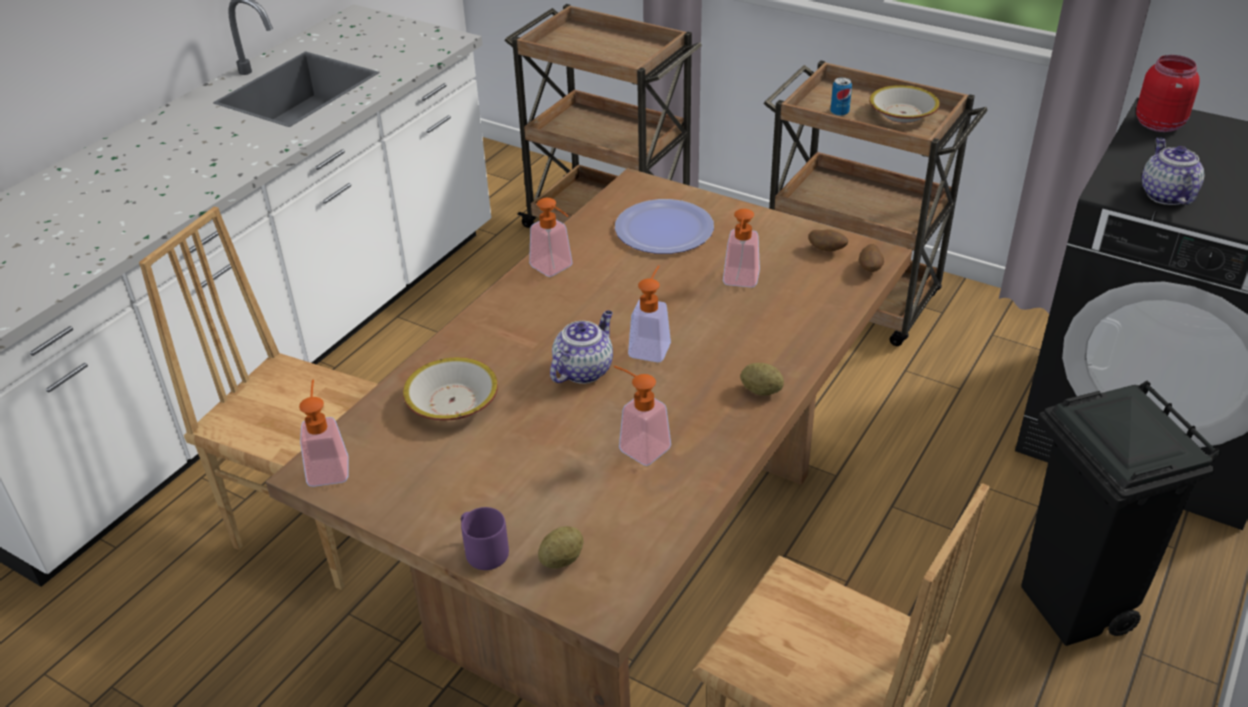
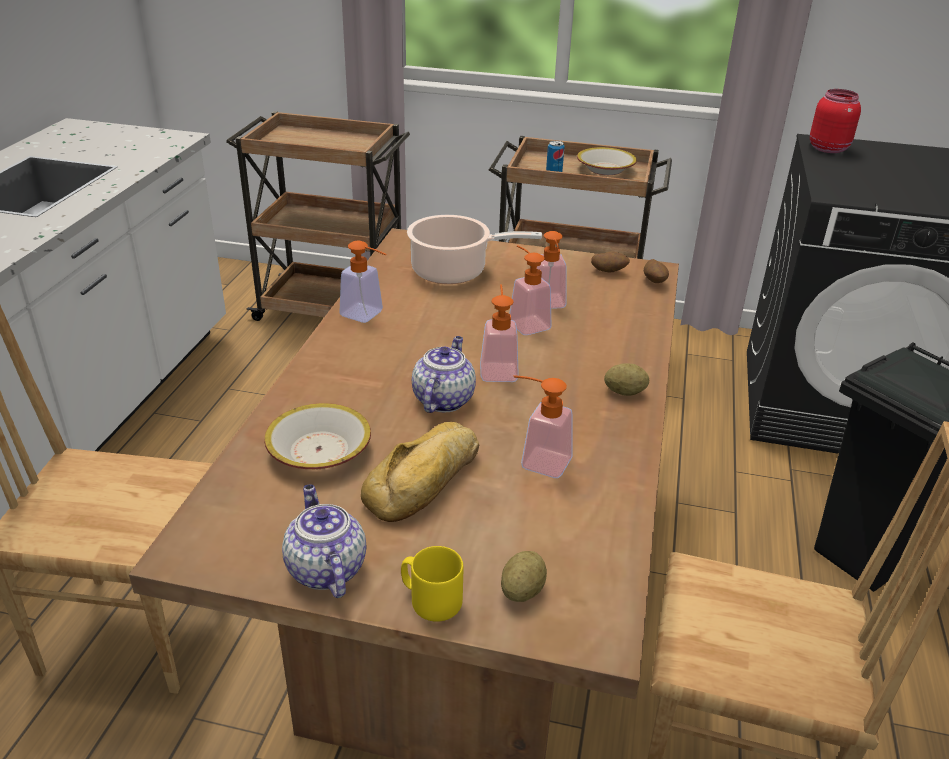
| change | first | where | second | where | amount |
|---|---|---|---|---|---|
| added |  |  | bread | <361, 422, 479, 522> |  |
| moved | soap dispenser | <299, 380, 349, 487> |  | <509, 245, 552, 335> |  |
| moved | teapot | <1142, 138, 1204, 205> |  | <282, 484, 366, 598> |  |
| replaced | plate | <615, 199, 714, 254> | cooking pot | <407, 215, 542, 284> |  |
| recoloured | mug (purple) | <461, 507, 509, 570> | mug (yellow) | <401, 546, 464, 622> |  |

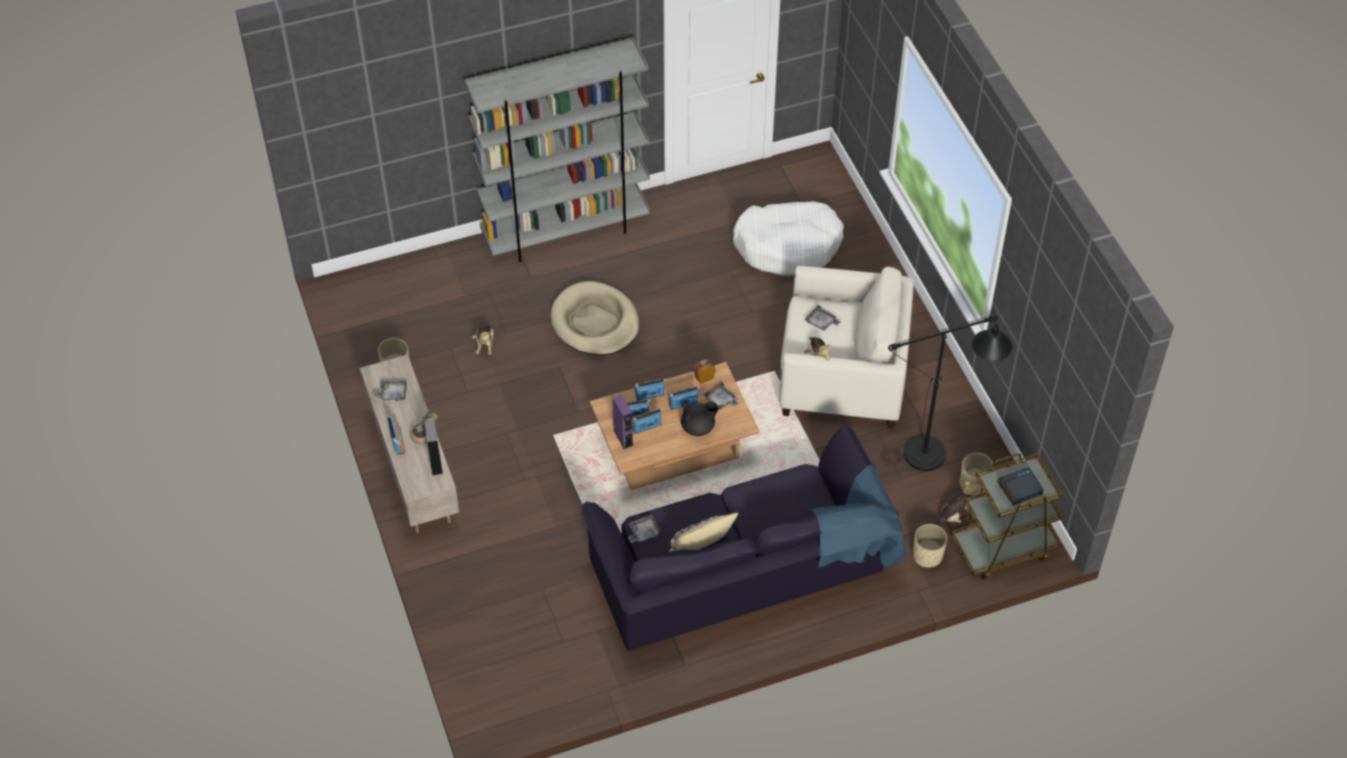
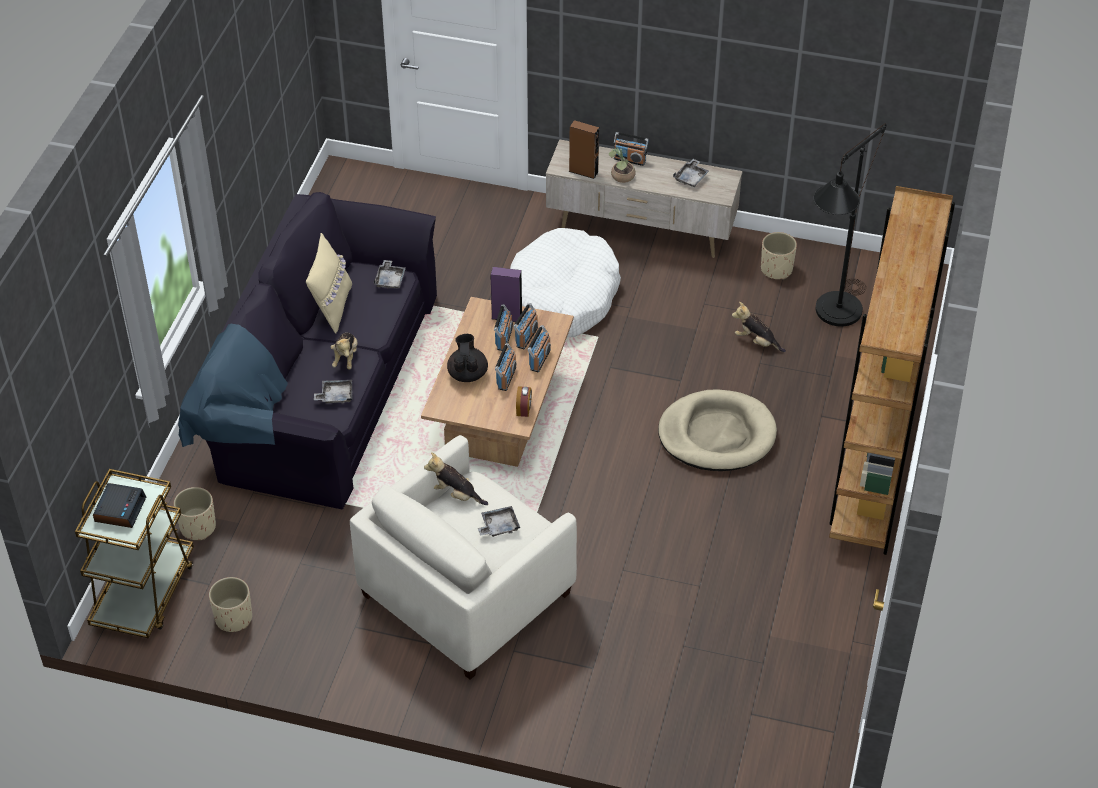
| change | first | where | second | where | amount |
|---|---|---|---|---|---|
| moved | tray (grey) | <703, 382, 740, 410> |  | <314, 380, 352, 404> |  |
| moved | dog bed (white) | <733, 201, 844, 275> |  | <510, 228, 621, 337> |  |
| moved | floor lamp (black) | <880, 315, 1013, 471> |  | <813, 123, 886, 326> |  |
| moved | plush toy | <935, 482, 978, 526> |  | <331, 332, 357, 369> |  |
| recoloured | speaker (grey) | <424, 420, 443, 475> | speaker (brown) | <569, 120, 599, 179> |  |
| recoloured | bookcase (grey) | <464, 37, 650, 262> | bookcase (brown) | <829, 186, 955, 555> |  |
| turned | teapot (black) | <681, 401, 719, 436> |  | <447, 334, 488, 382> | 150 degrees clockwise |

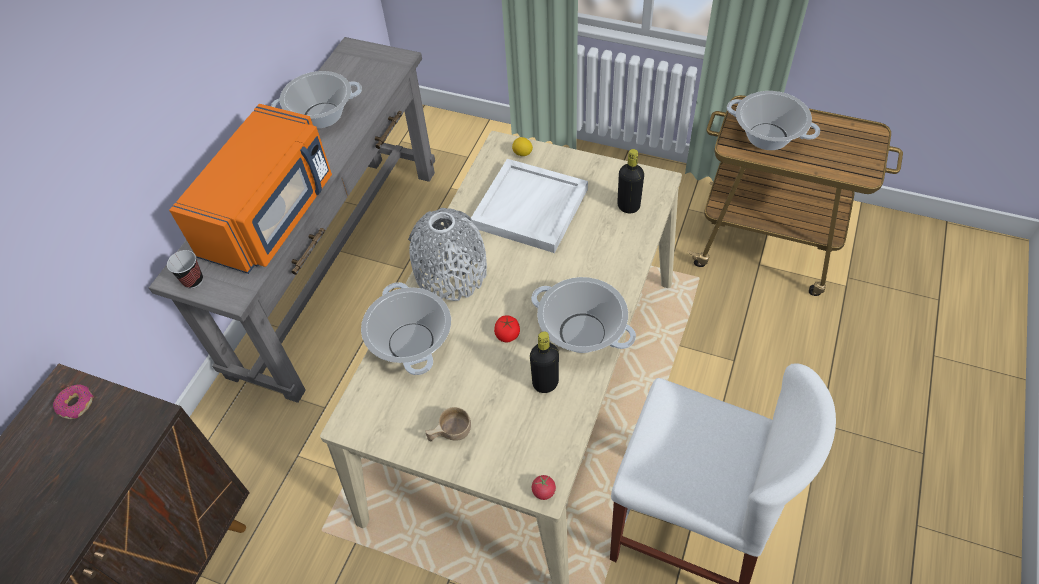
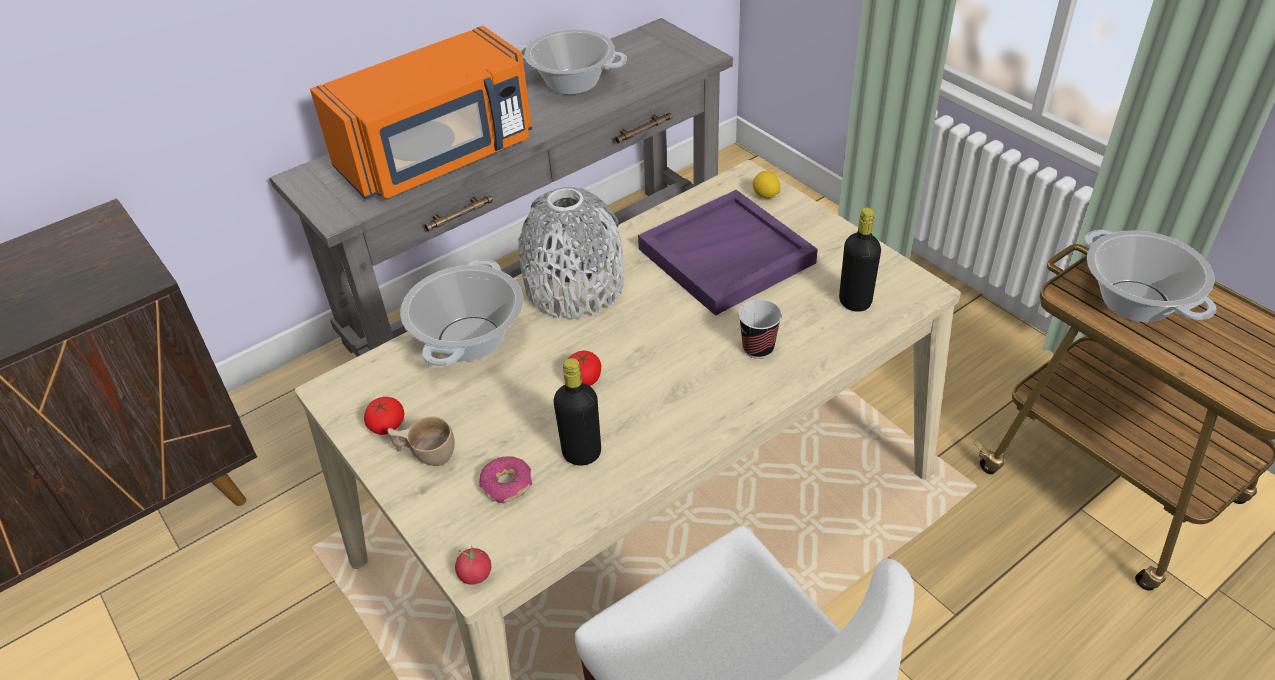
| change | first | where | second | where | amount |
|---|---|---|---|---|---|
| removed | cooking pot | <531, 277, 636, 353> |  |  |  |
| added |  |  | tomato | <364, 397, 404, 435> |  |
| moved | donut | <53, 384, 94, 419> |  | <479, 456, 532, 503> |  |
| moved | cup | <167, 250, 203, 288> |  | <738, 300, 782, 359> |  |
| recoloured | tray (white) | <471, 159, 588, 253> | tray (purple) | <638, 190, 818, 316> |  |

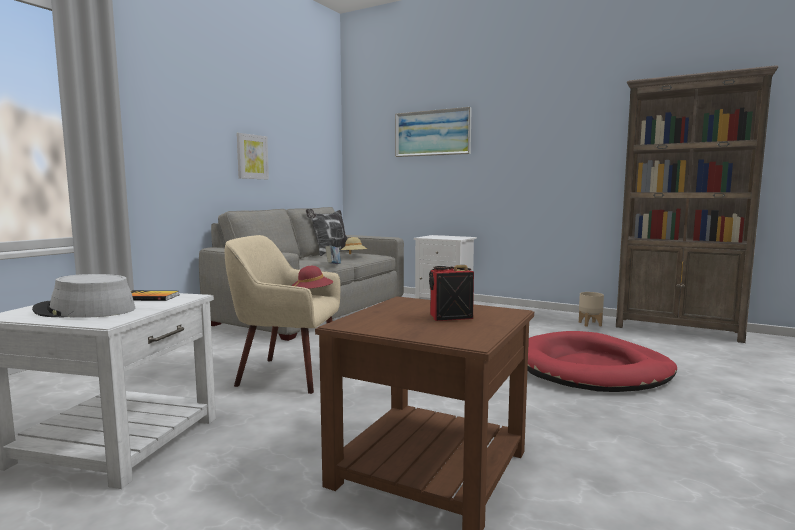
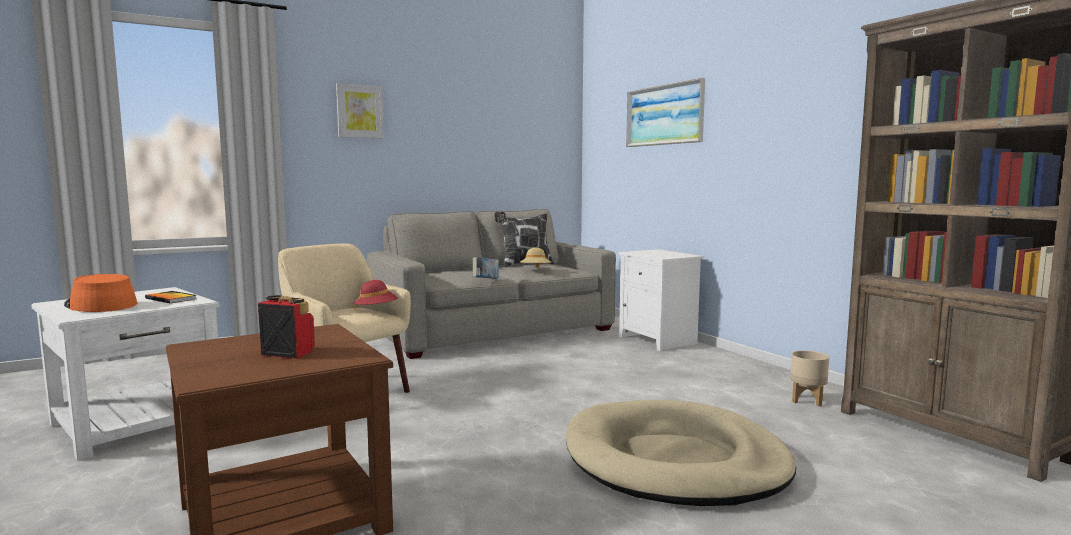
| change | first | where | second | where | amount |
|---|---|---|---|---|---|
| moved | picture | <237, 133, 269, 179> |  | <336, 83, 384, 138> |  |
| recoloured | hat (grey) | <32, 274, 135, 318> | hat (orange) | <64, 274, 137, 312> |  |
| recoloured | dog bed (red) | <527, 331, 677, 392> | dog bed (beige) | <566, 400, 796, 506> |  |

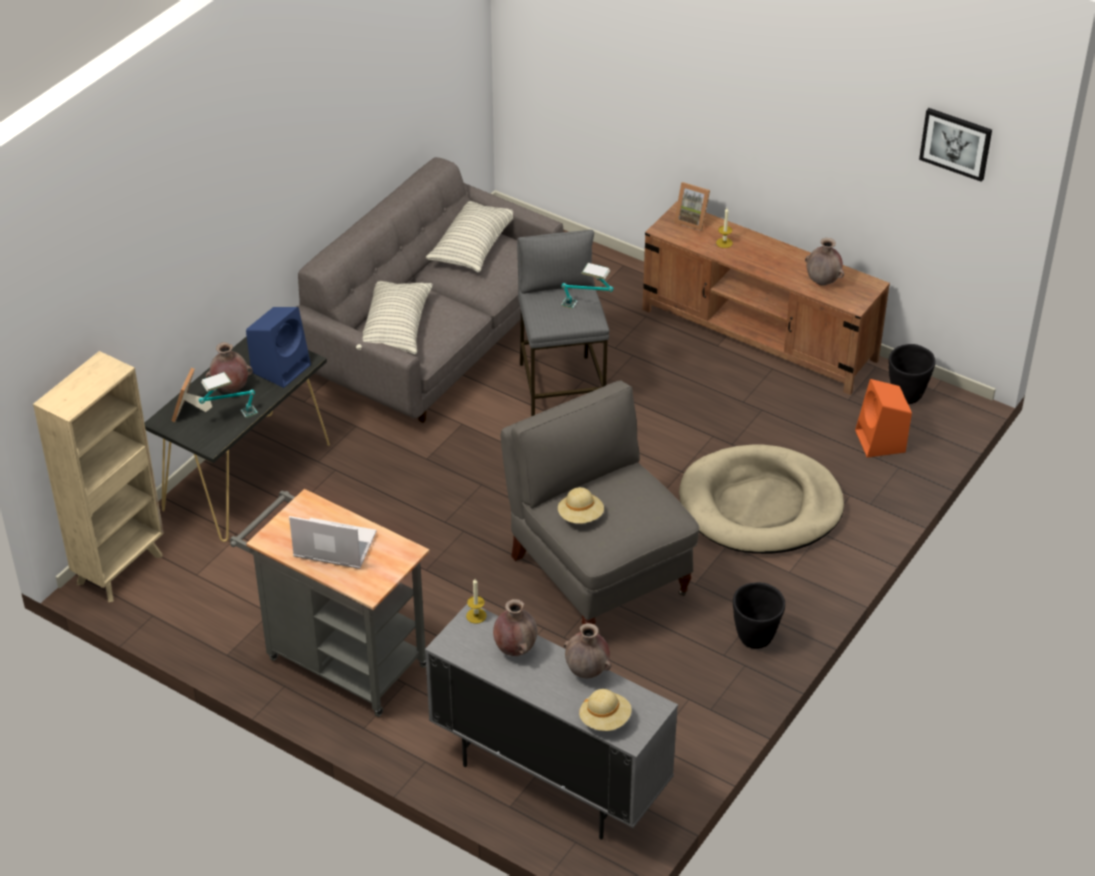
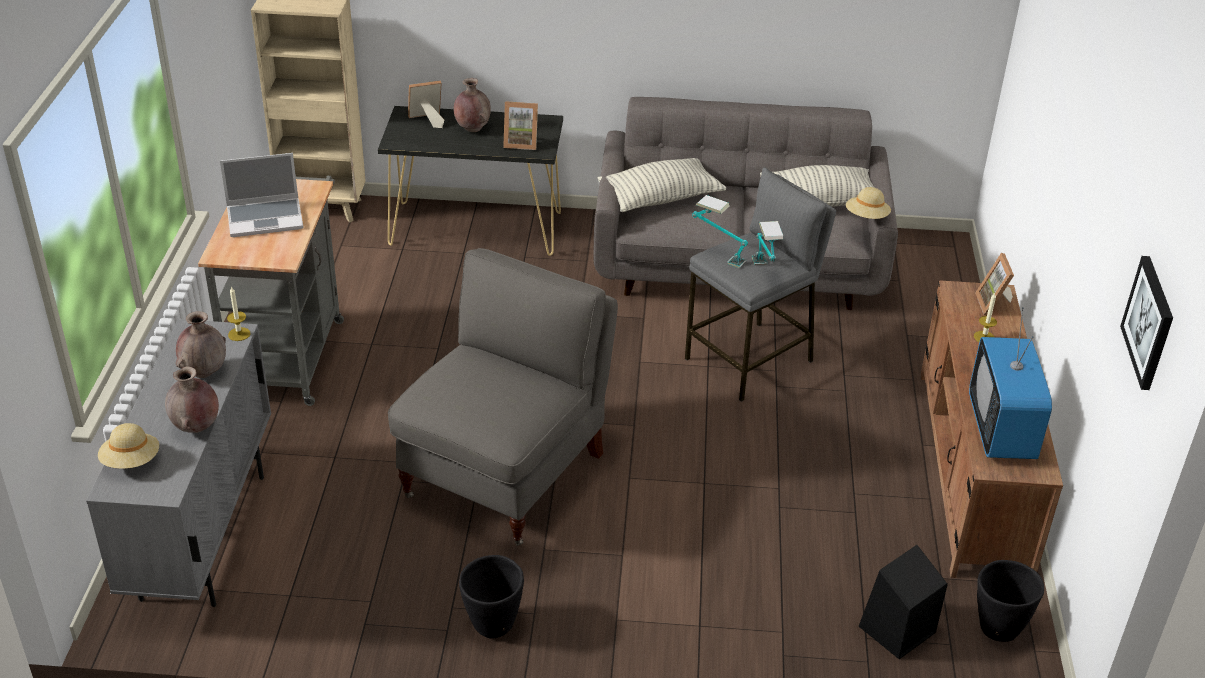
| change | first | where | second | where | amount |
|---|---|---|---|---|---|
| removed | dog bed (beige) | <679, 444, 844, 554> |  |  |  |
| moved | table lamp | <199, 372, 258, 418> |  | <692, 195, 748, 268> |  |
| moved | hat (beige) | <558, 487, 604, 523> |  | <846, 187, 891, 219> |  |
| replaced | speaker (blue) | <246, 307, 311, 388> | picture frame | <503, 101, 538, 150> |  |
| replaced | vase (brown) | <805, 238, 844, 286> | television | <969, 307, 1052, 459> |  |
| recoloured | speaker (orange) | <855, 379, 912, 458> | speaker (black) | <859, 545, 948, 659> |  |
| turned | laptop | <289, 516, 377, 569> |  | <220, 153, 304, 237> | 90 degrees clockwise |

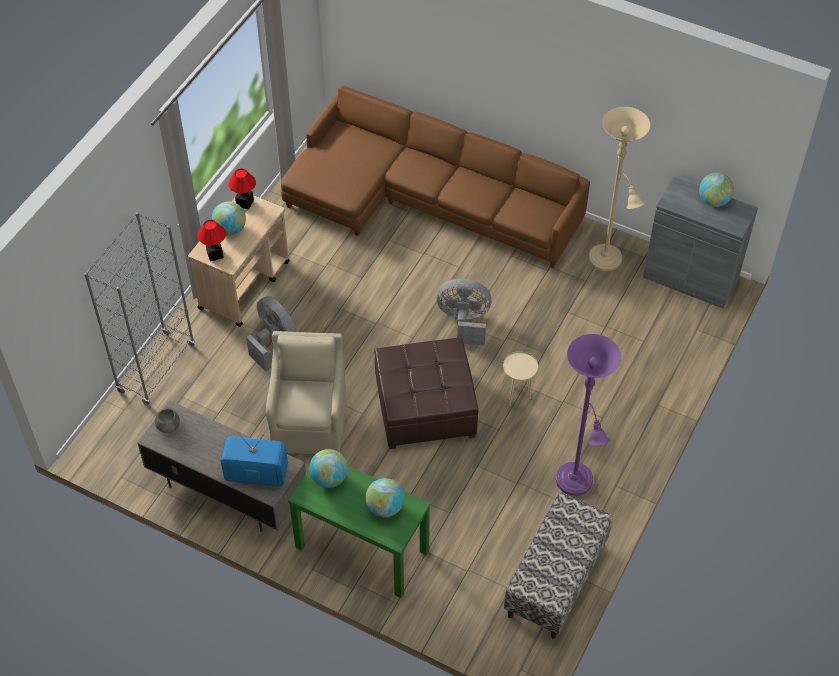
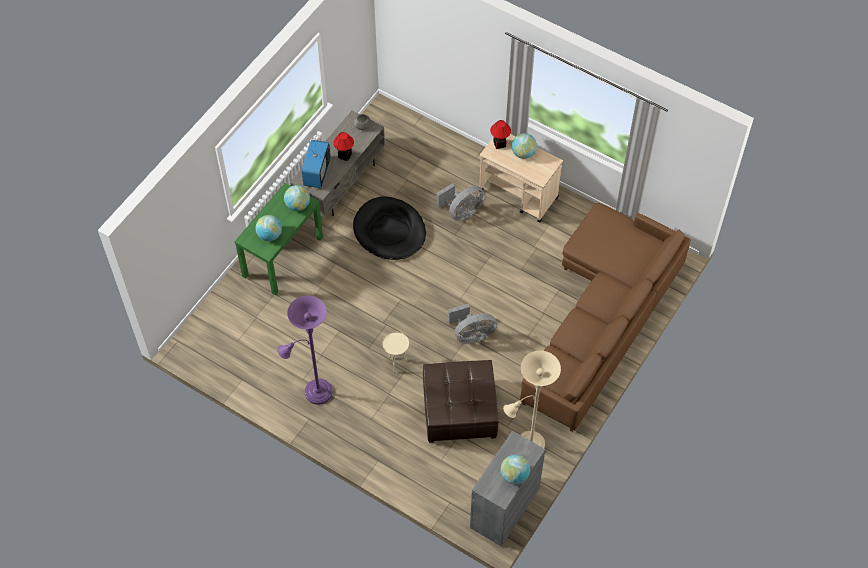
| change | first | where | second | where | amount |
|---|---|---|---|---|---|
| removed | bookcase (grey) | <84, 212, 195, 405> |  |  |  |
| removed | bench | <504, 493, 612, 639> |  |  |  |
| moved | table lamp | <228, 169, 256, 210> |  | <333, 132, 354, 161> |  |
| moved | ottoman (brown) | <375, 337, 479, 449> |  | <423, 360, 498, 443> |  |
| replaced | armchair (beige) | <266, 331, 346, 454> | dog bed (black) | <353, 197, 426, 260> |  |
| turned | fan (grey) | <436, 279, 491, 346> |  | <448, 304, 497, 344> | 60 degrees clockwise |

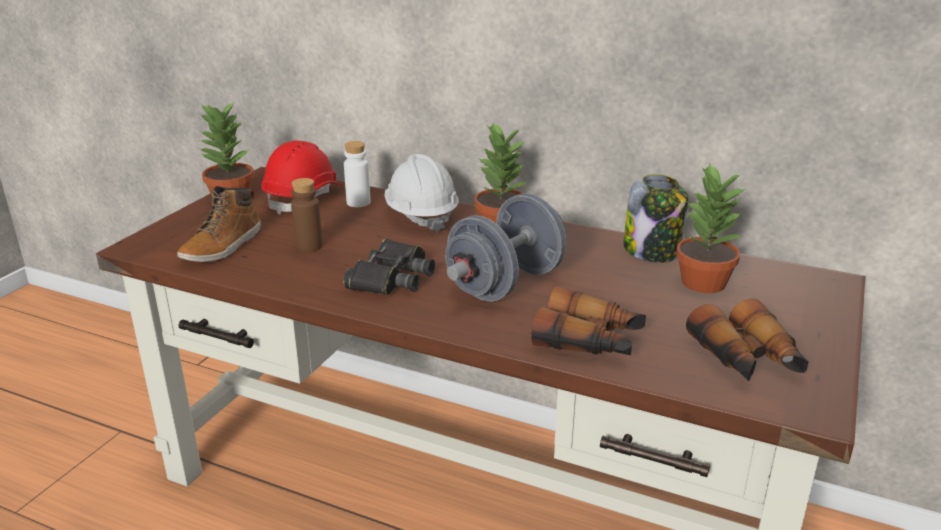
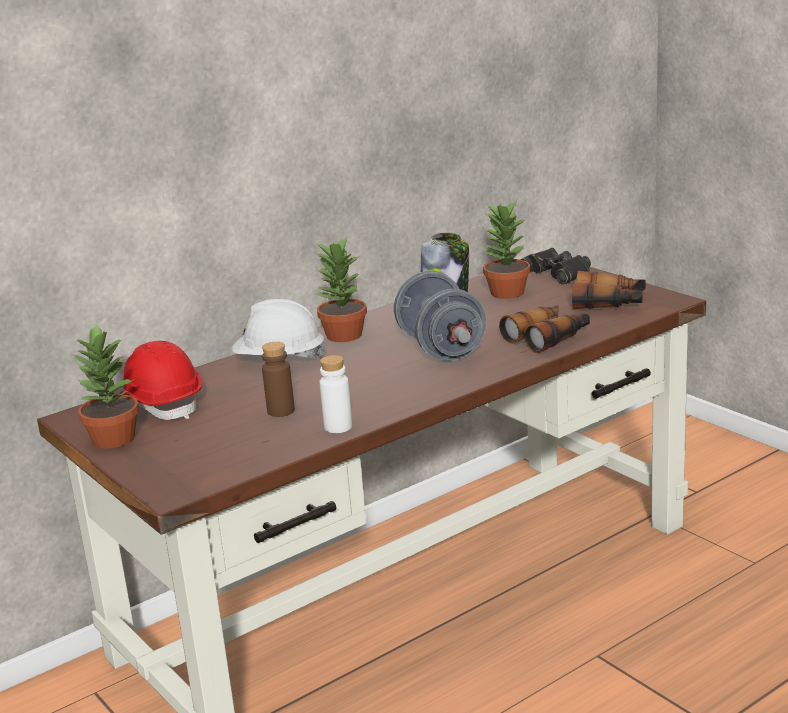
| change | first | where | second | where | amount |
|---|---|---|---|---|---|
| removed | boot | <177, 186, 262, 263> |  |  |  |
| moved | binoculars (black) | <343, 239, 435, 295> |  | <520, 248, 591, 285> |  |
| moved | bottle (white) | <344, 141, 371, 207> |  | <319, 355, 352, 433> |  |

